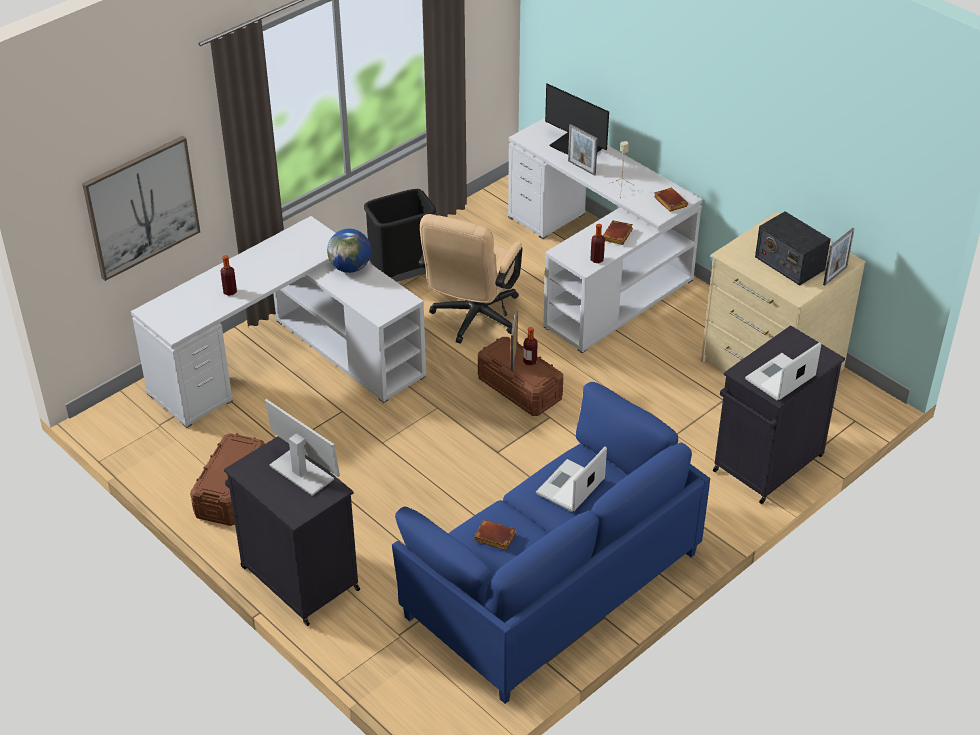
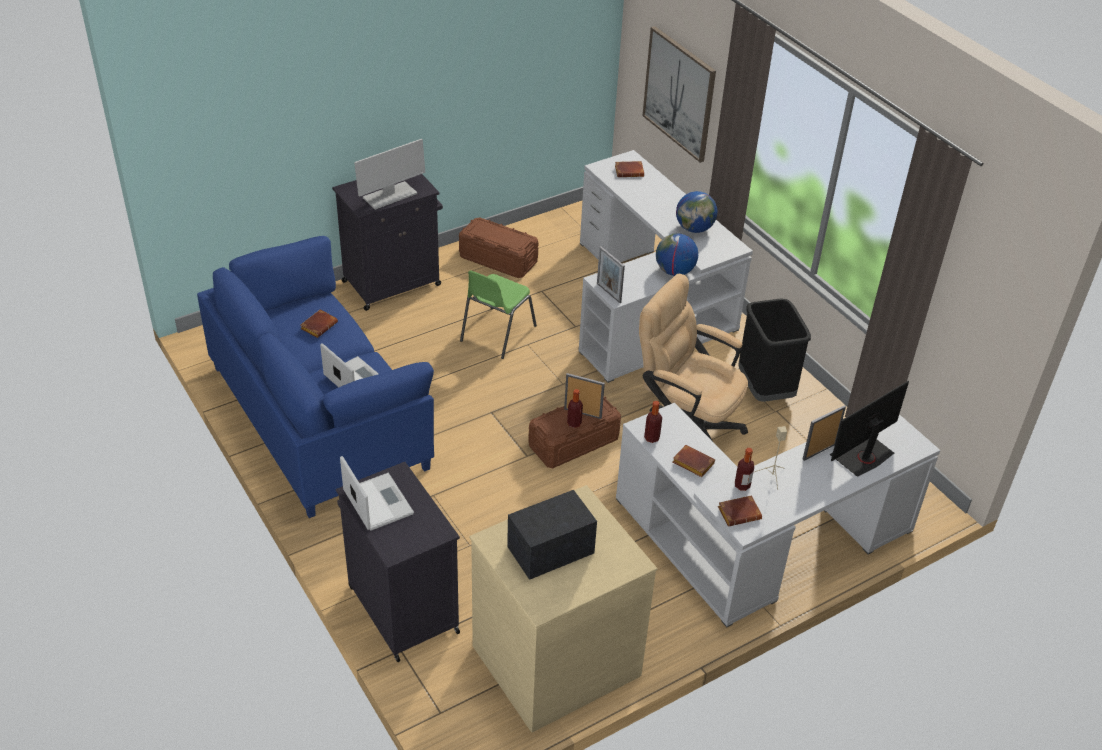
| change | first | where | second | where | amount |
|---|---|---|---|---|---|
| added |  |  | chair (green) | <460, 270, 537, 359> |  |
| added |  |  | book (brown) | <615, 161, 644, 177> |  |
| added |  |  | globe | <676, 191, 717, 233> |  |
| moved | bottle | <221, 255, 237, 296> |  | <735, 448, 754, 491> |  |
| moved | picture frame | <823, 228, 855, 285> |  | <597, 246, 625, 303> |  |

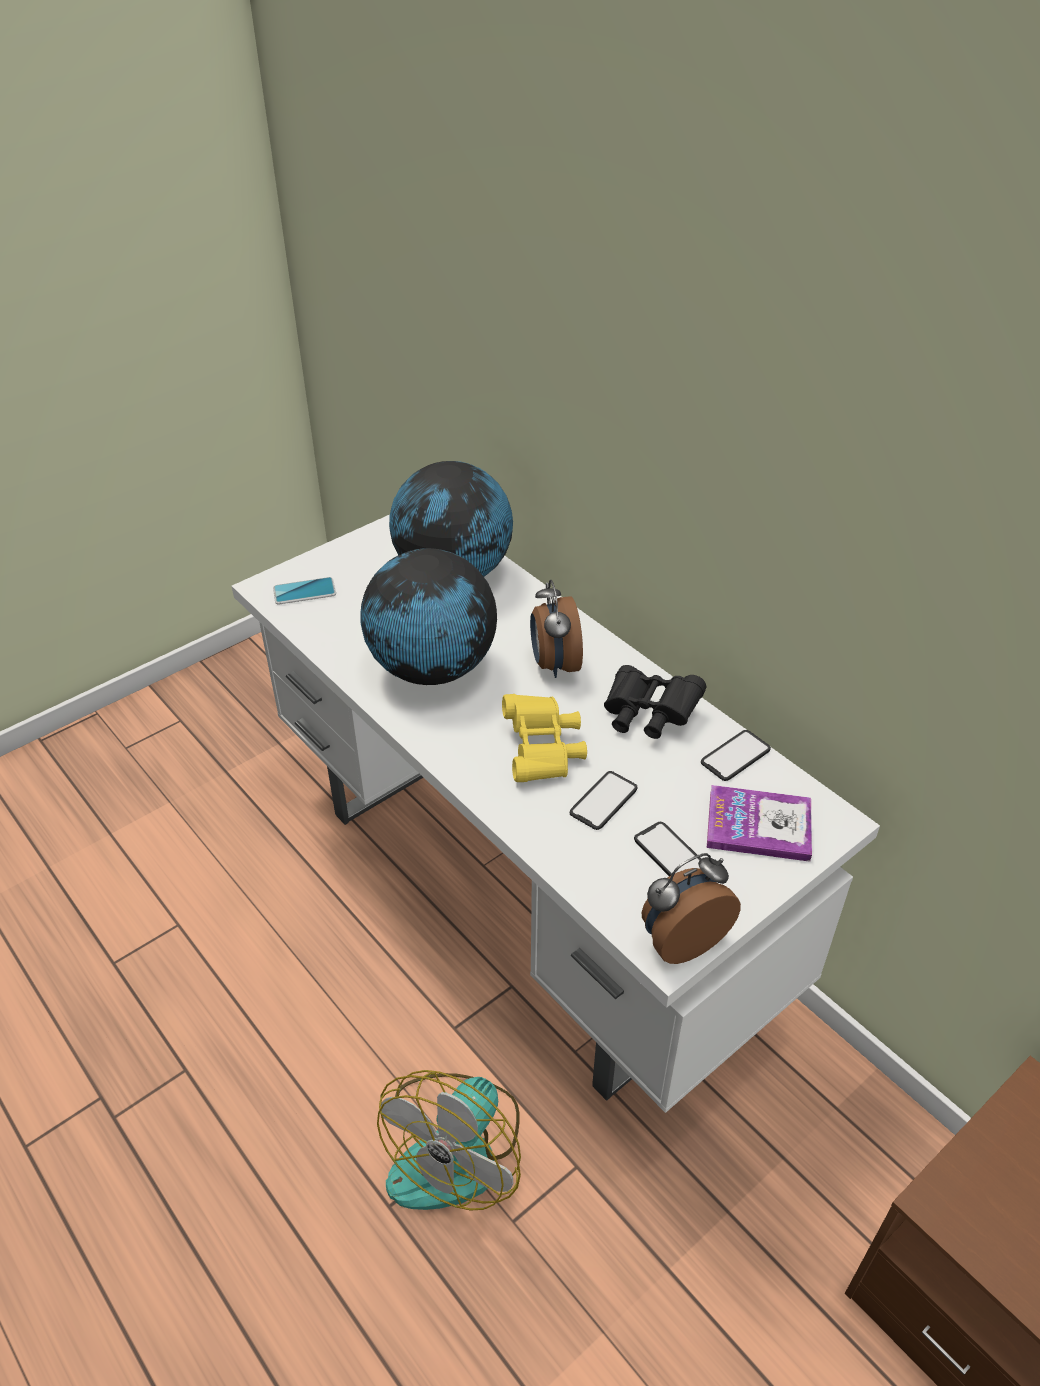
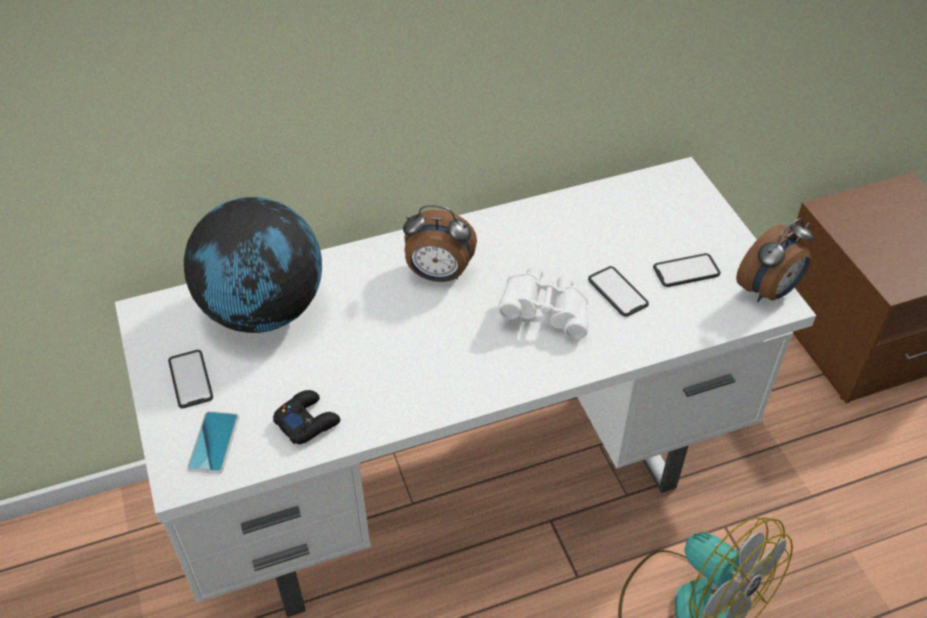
| change | first | where | second | where | amount |
|---|---|---|---|---|---|
| removed | globe | <360, 548, 497, 685> |  |  |  |
| removed | binoculars (black) | <604, 665, 706, 739> |  |  |  |
| removed | book | <707, 785, 812, 862> |  |  |  |
| added |  |  | game controller (black) | <273, 390, 340, 444> |  |
| moved | phone | <701, 730, 771, 781> |  | <168, 350, 213, 408> |  |
| recoloured | binoculars (yellow) | <502, 694, 587, 782> | binoculars (white) | <498, 267, 589, 339> |  |
| turned | alarm clock | <642, 853, 741, 964> |  | <736, 218, 814, 302> | 120 degrees counterclockwise |

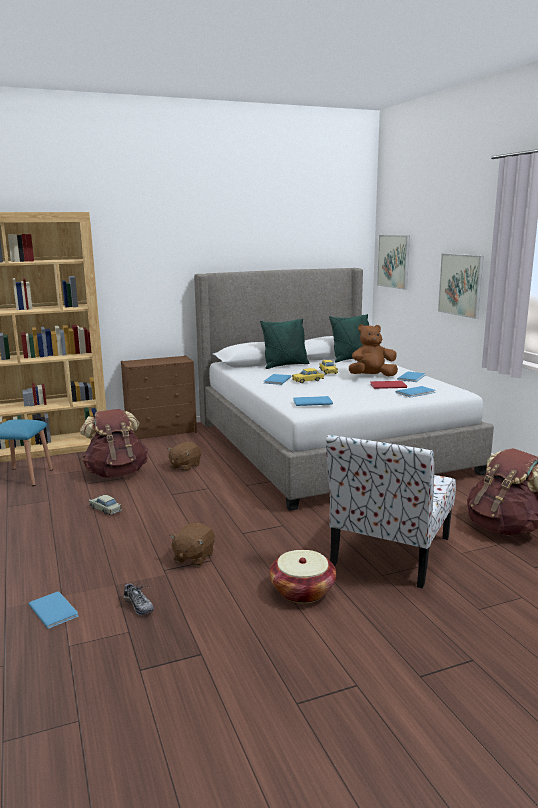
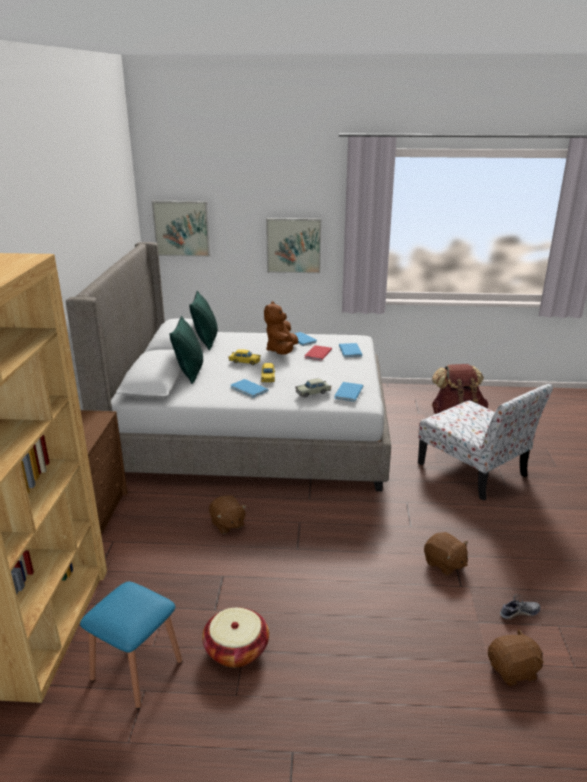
| change | first | where | second | where | amount |
|---|---|---|---|---|---|
| removed | backpack (brown) | <80, 409, 148, 478> |  |  |  |
| moved | toy car (beige) | <89, 495, 122, 515> |  | <295, 379, 331, 397> |  |
| moved | basket | <269, 550, 336, 603> |  | <202, 607, 269, 668> |  |
| replaced | book (blue) | <29, 591, 78, 629> | plush toy (brown) | <488, 629, 544, 686> |  |

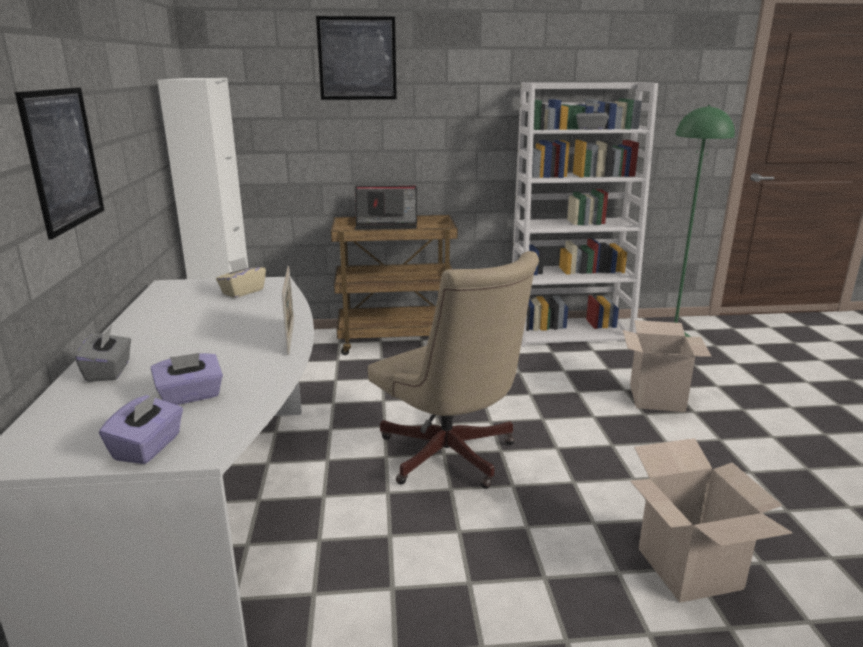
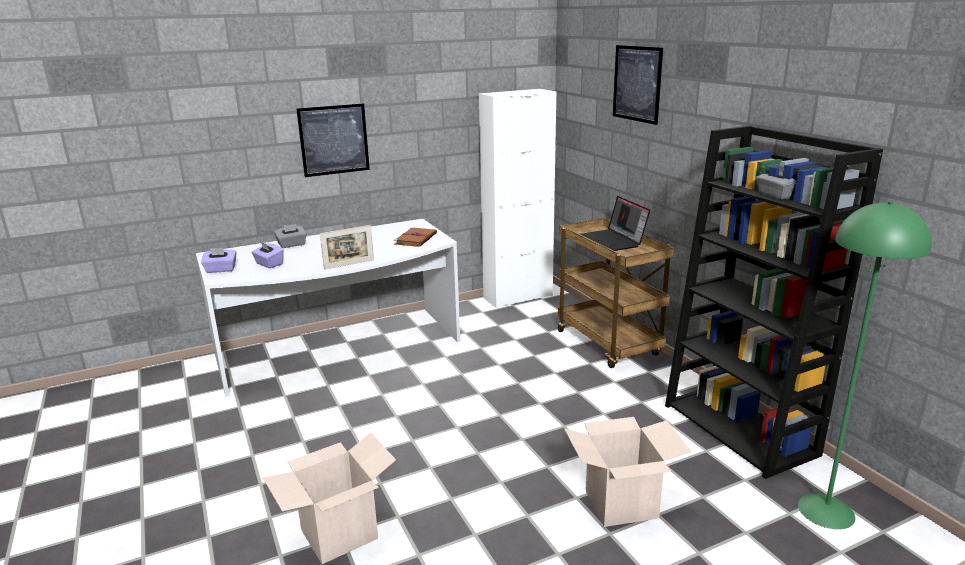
| change | first | where | second | where | amount |
|---|---|---|---|---|---|
| removed | office chair (beige) | <368, 251, 539, 489> |  |  |  |
| replaced | tissue box (beige) | <216, 257, 266, 298> | book (brown) | <394, 227, 437, 247> |  |
| recoloured | bookcase (white) | <512, 82, 658, 347> | bookcase (black) | <665, 126, 883, 479> |  |

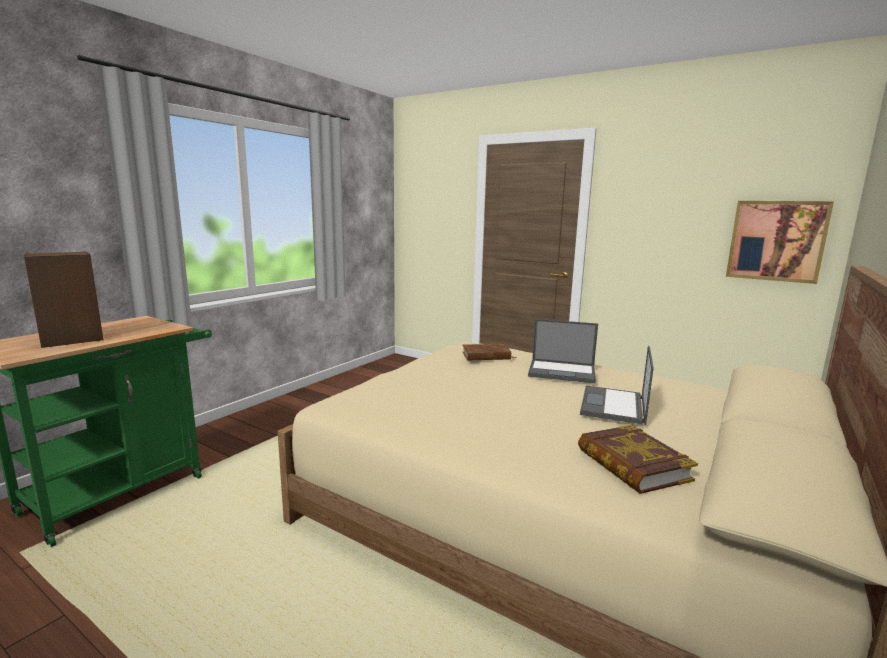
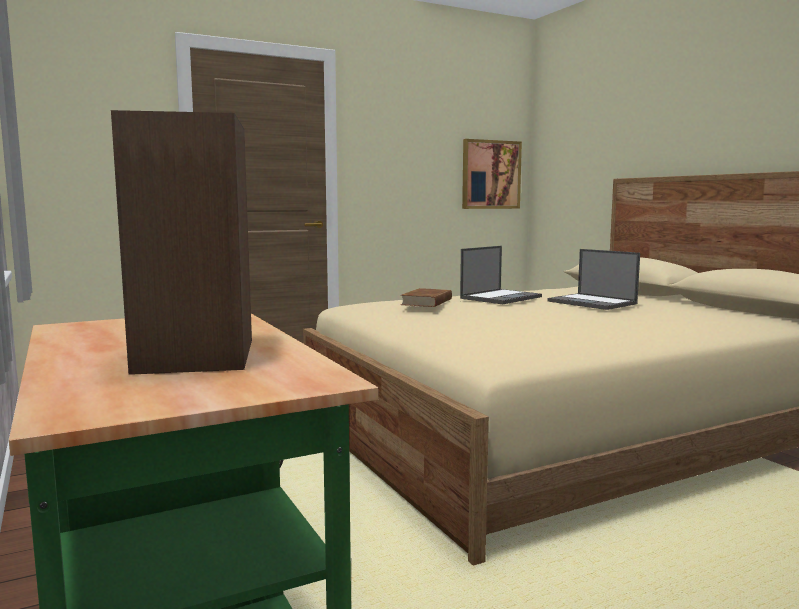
| change | first | where | second | where | amount |
|---|---|---|---|---|---|
| removed | book | <578, 425, 698, 494> |  |  |  |

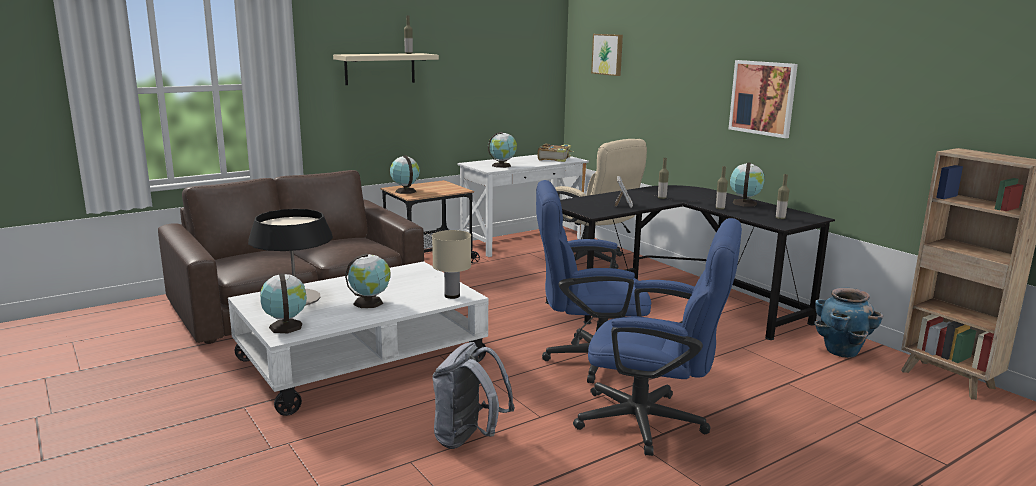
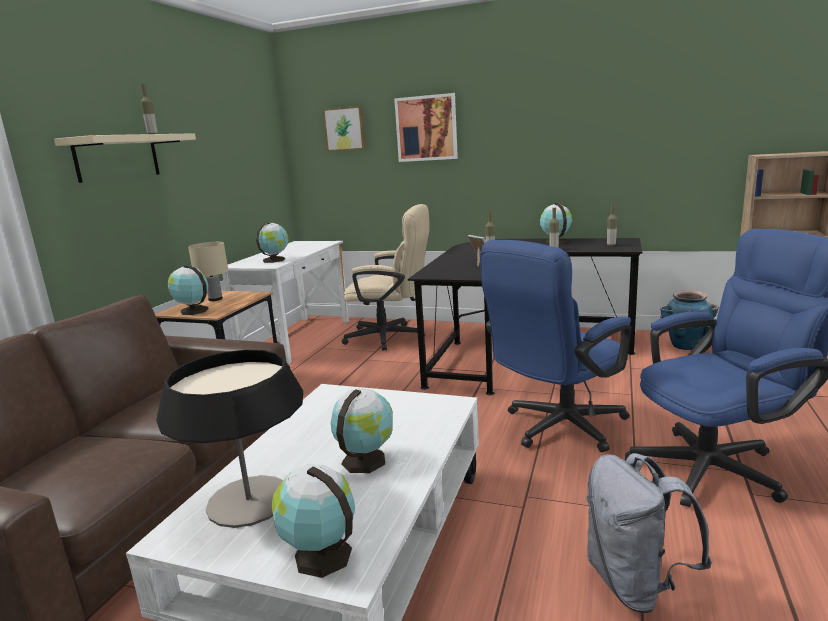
| change | first | where | second | where | amount |
|---|---|---|---|---|---|
| removed | book | <538, 144, 574, 162> |  |  |  |
| moved | table lamp (beige) | <432, 230, 471, 299> |  | <188, 242, 229, 301> |  |
| moved | picture | <729, 60, 798, 138> |  | <394, 93, 458, 162> |  |

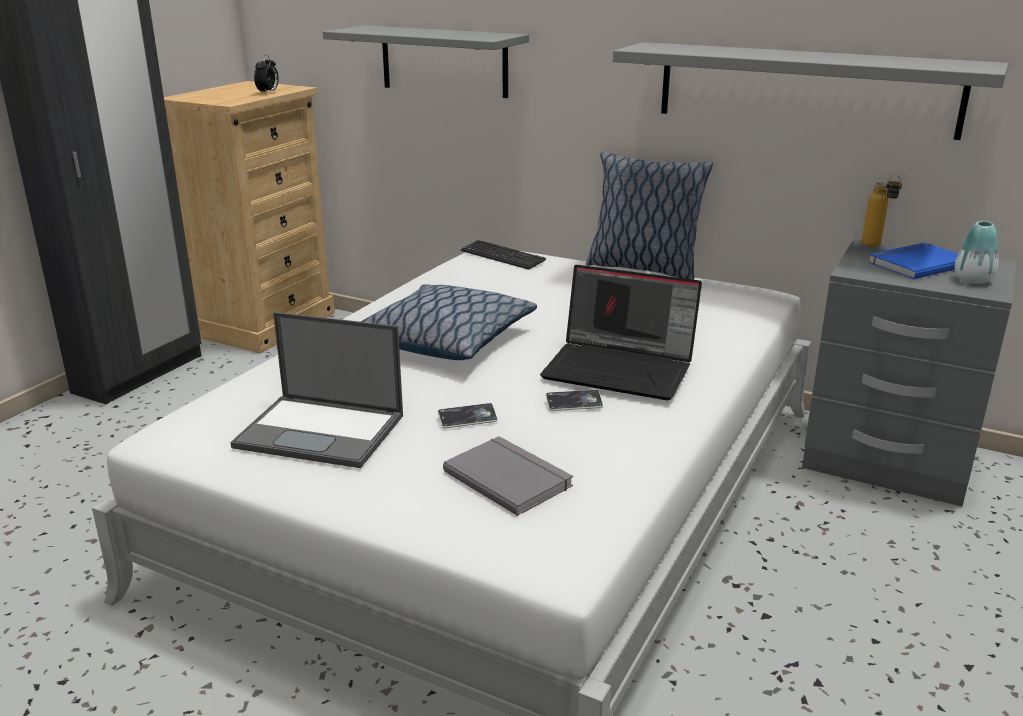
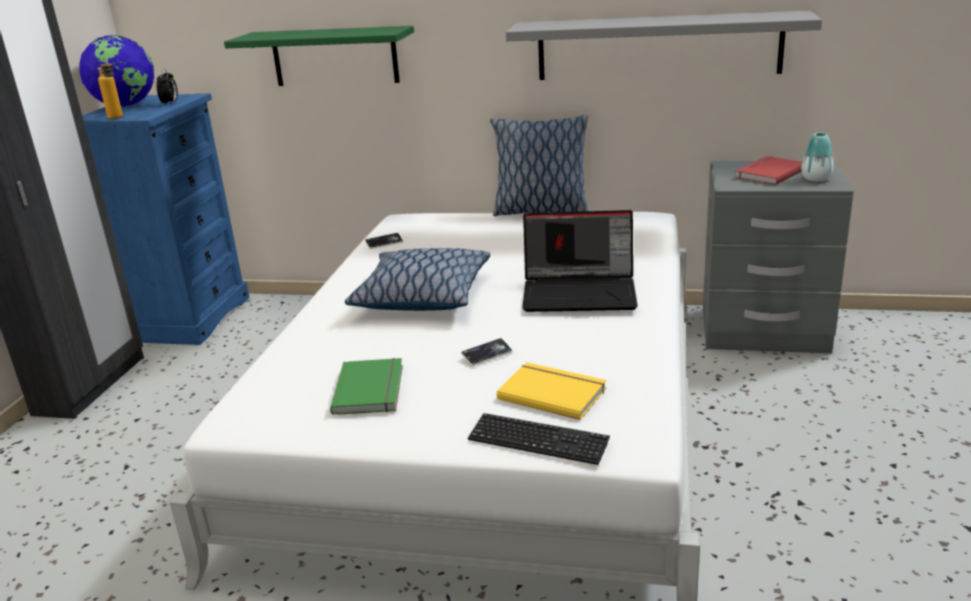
| change | first | where | second | where | amount |
|---|---|---|---|---|---|
| added |  |  | globe | <79, 35, 154, 107> |  |
| moved | keyboard | <461, 240, 546, 270> |  | <468, 413, 610, 465> |  |
| moved | phone | <546, 390, 603, 411> |  | <365, 233, 403, 249> |  |
| moved | bottle | <862, 174, 902, 247> |  | <97, 57, 123, 119> |  |
| replaced | laptop | <230, 312, 403, 468> | book (green) | <330, 358, 403, 415> |  |
| recoloured | dresser (beige) | <164, 81, 335, 354> | dresser (blue) | <82, 93, 250, 345> |  |
| recoloured | shelf (grey) | <323, 25, 529, 98> | shelf (green) | <224, 26, 414, 86> |  |
| recoloured | book (grey) | <443, 436, 573, 516> | book (yellow) | <497, 362, 607, 420> |  |
| recoloured | book (blue) | <868, 243, 958, 279> | book (red) | <735, 156, 802, 185> |  |

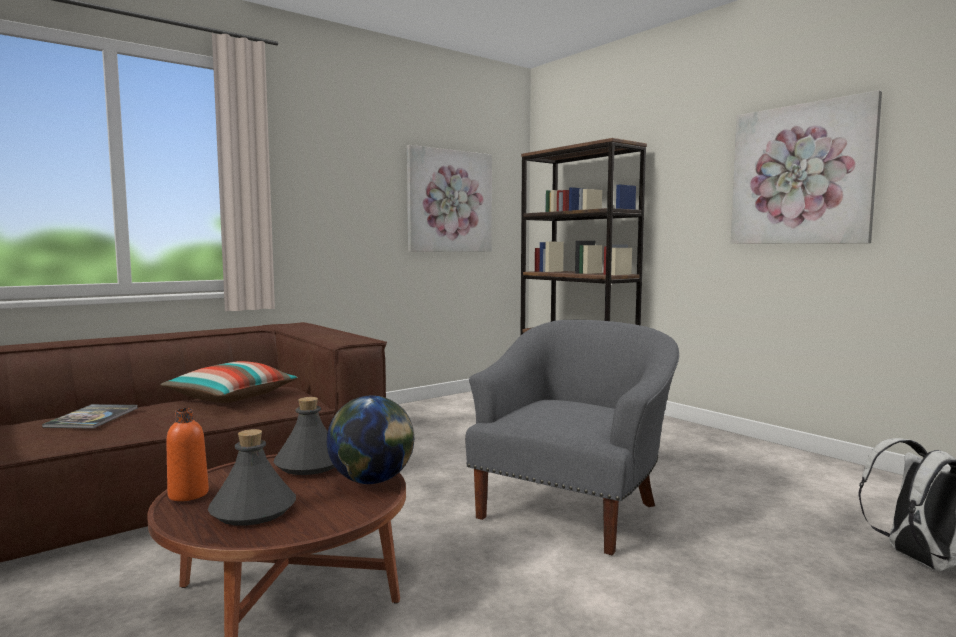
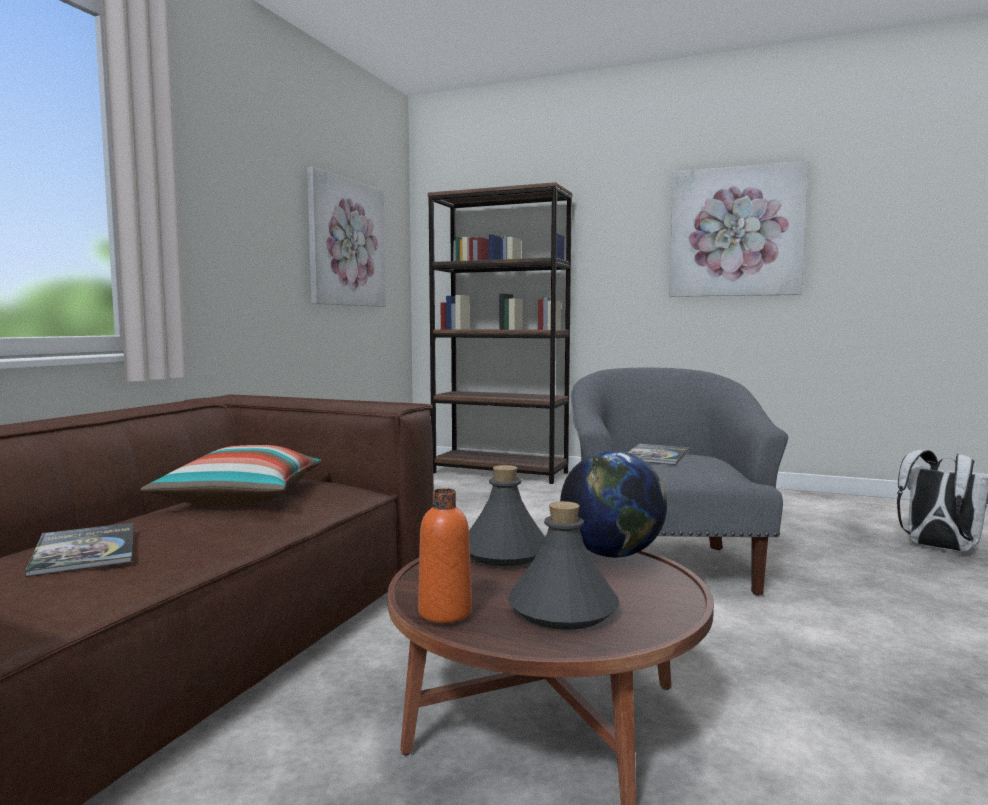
| change | first | where | second | where | amount |
|---|---|---|---|---|---|
| added |  |  | book | <627, 443, 689, 465> |  |

